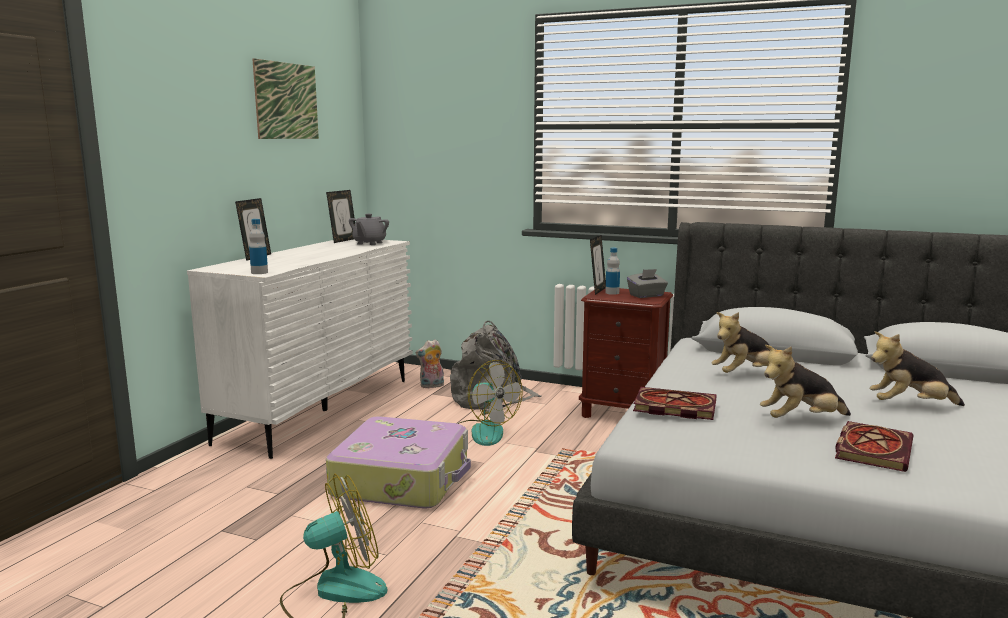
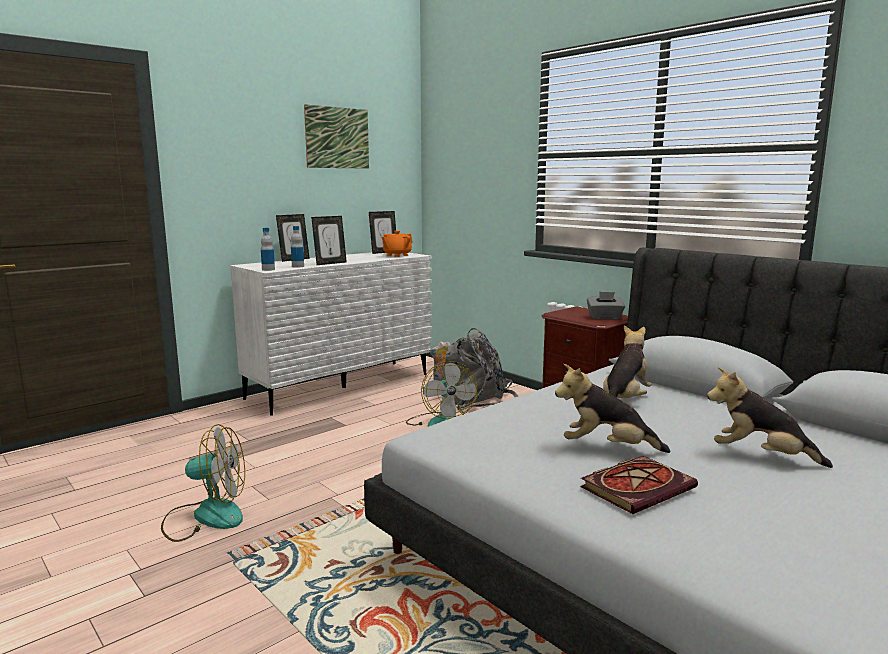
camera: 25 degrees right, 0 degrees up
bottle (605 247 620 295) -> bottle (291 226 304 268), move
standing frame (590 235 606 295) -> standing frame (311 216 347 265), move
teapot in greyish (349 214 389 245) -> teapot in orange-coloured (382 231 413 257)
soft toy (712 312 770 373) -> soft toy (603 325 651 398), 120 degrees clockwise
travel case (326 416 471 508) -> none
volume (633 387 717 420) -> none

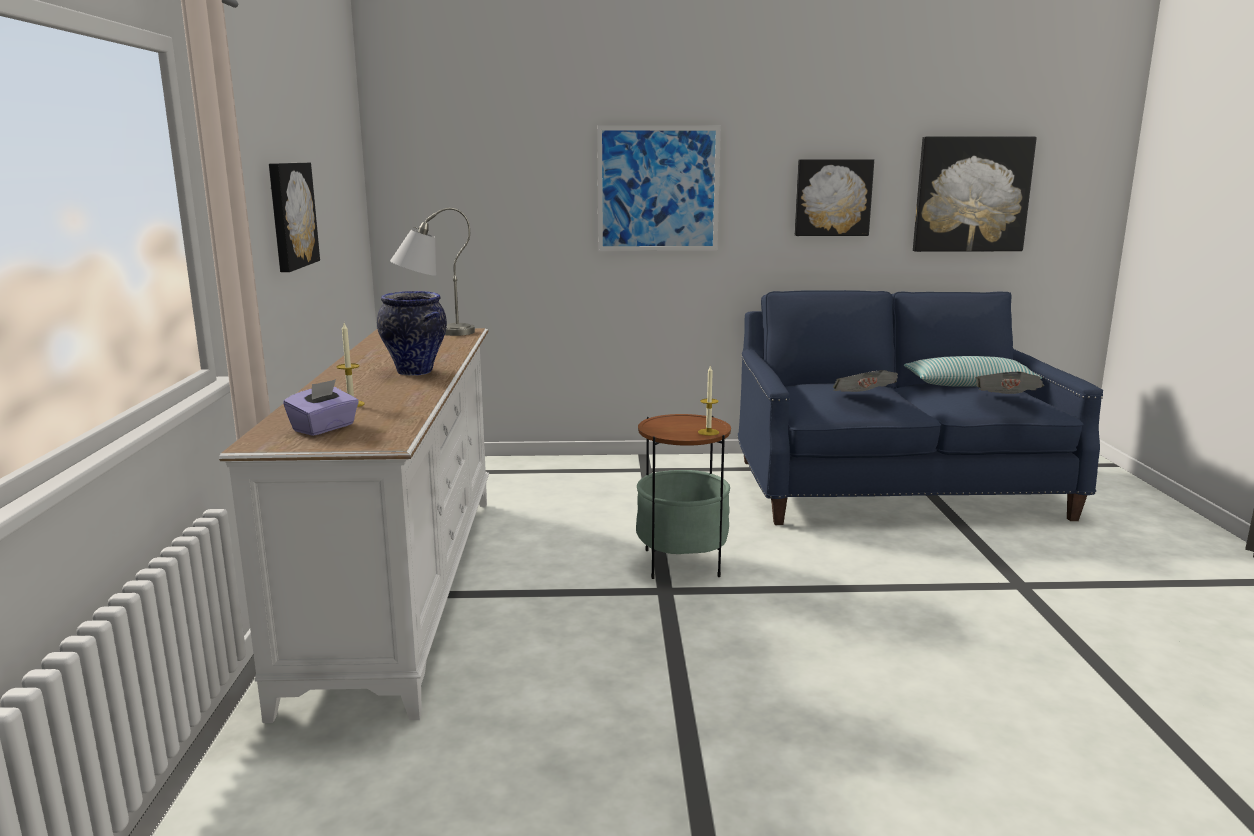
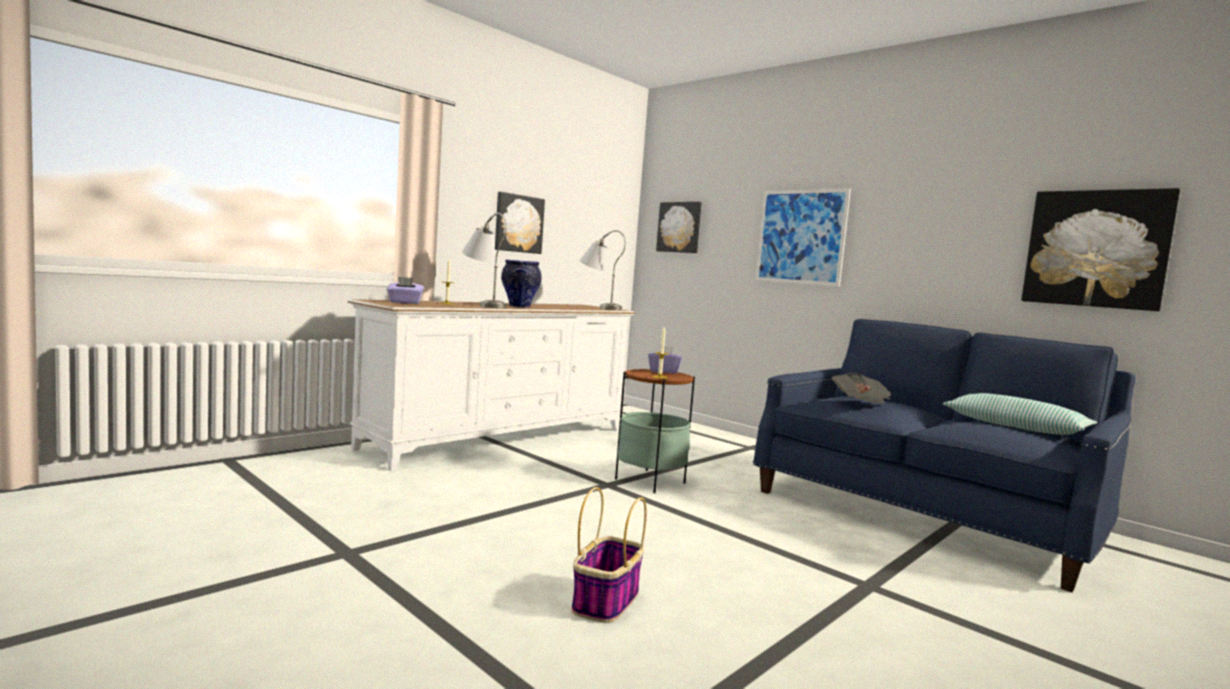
camera: 45 degrees right, 10 degrees down
none -> tabletop lamp in greyish (462 213 507 308)
none -> storage basket (571 487 647 623)
none -> box of tissues in purplish (648 345 682 374)
wall picture (795 159 874 236) -> wall picture (656 202 702 253), move
newspaper (975 372 1044 394) -> none

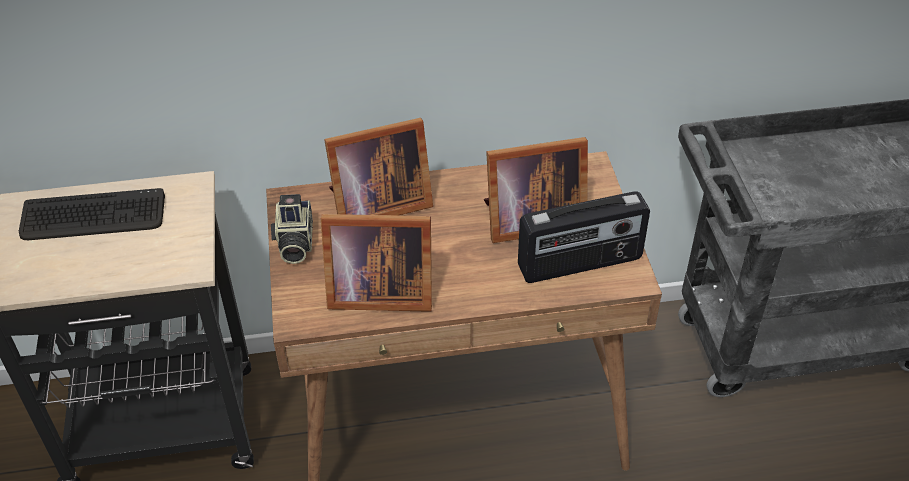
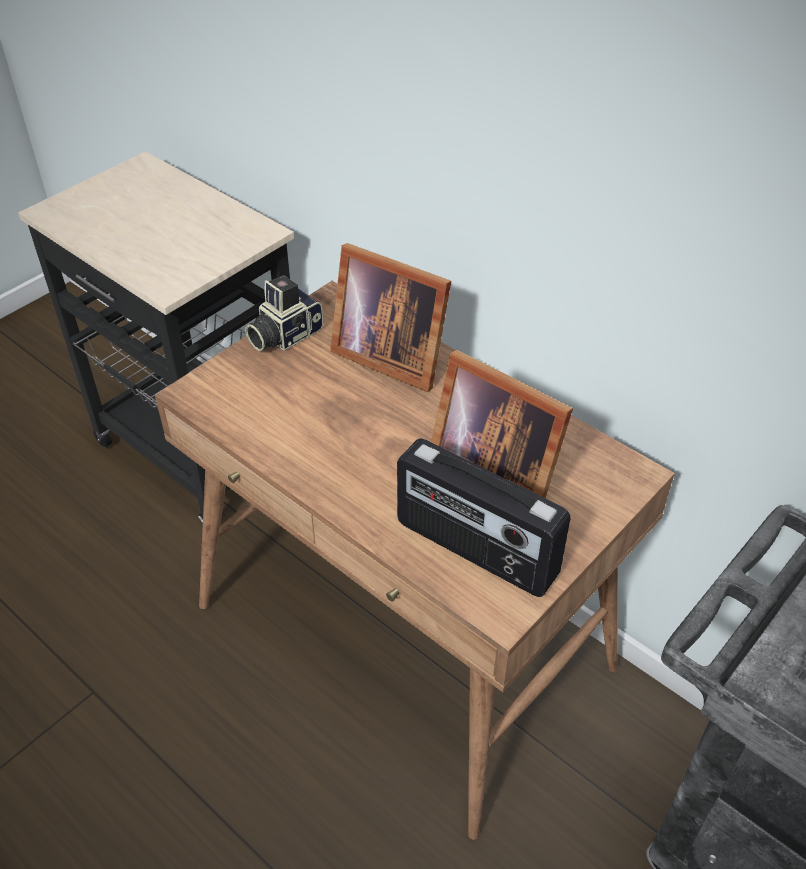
camera: 50 degrees right, 0 degrees up
computer keyboard (19 188 165 240) -> none
standing frame (321 214 432 312) -> none

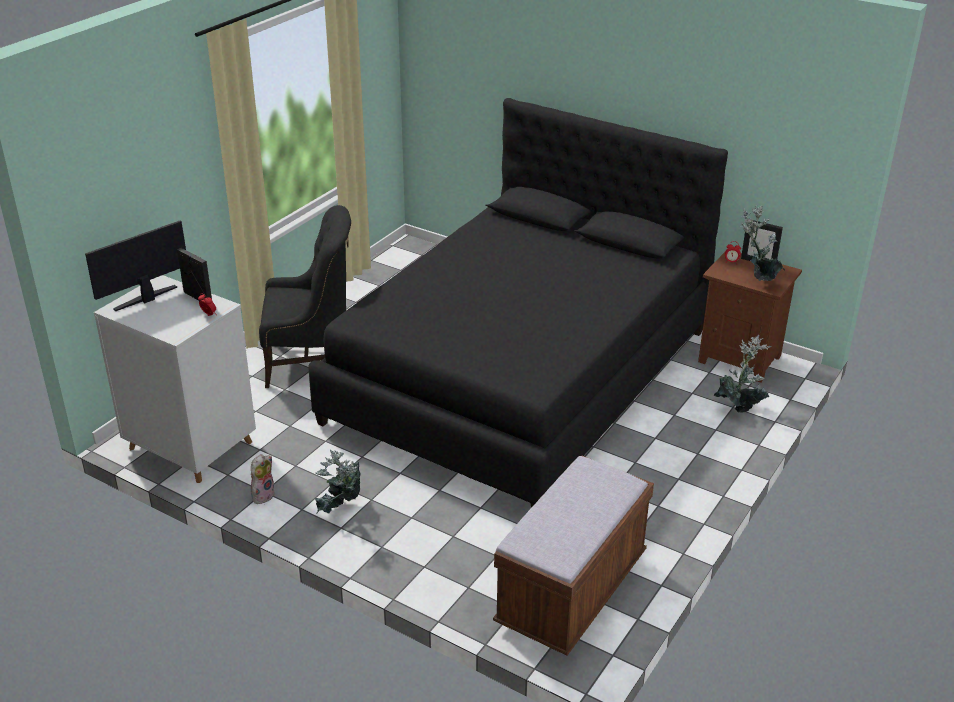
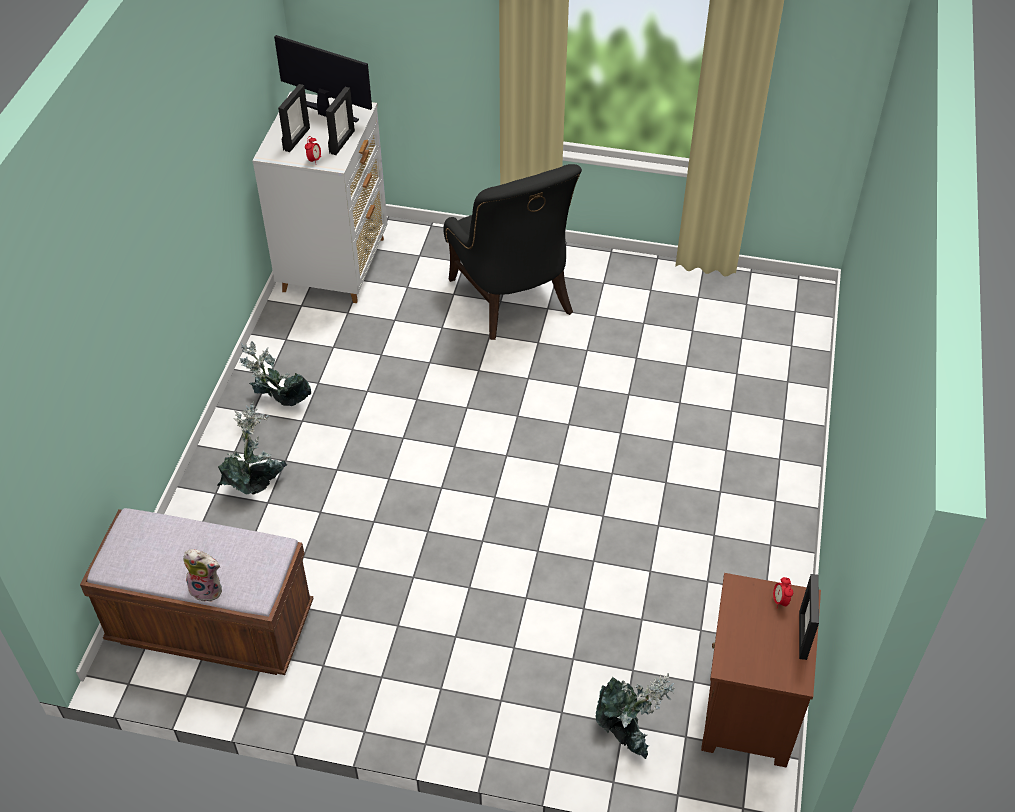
camera: 70 degrees right, 15 degrees up
soft toy (251 454 275 504) -> soft toy (183 549 222 602), move
potted plant (741 205 785 281) -> potted plant (217 401 287 495), move
none -> standing frame (278 84 310 152)
bed in blackish (308 98 728 508) -> none

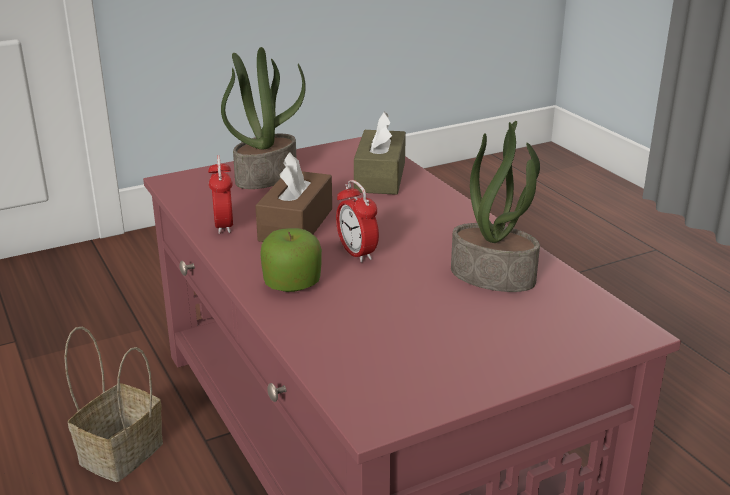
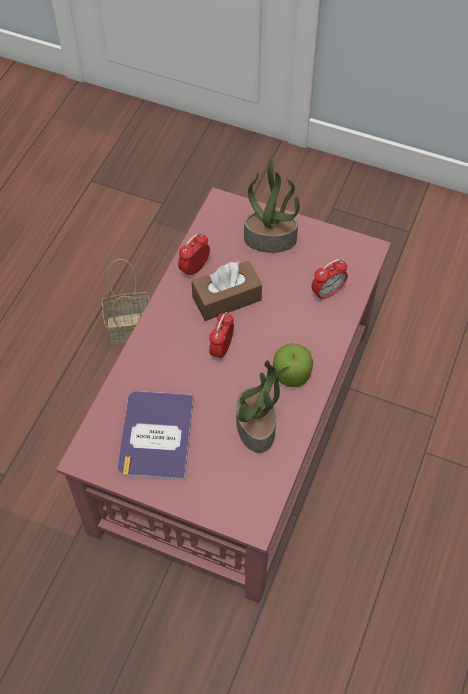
camera: 50 degrees right, 30 degrees up
none -> volume (118 391 194 481)
apple fruit (260 228 322 292) -> apple fruit (273 343 313 387), move
box of tissues in brown-coloured (354 112 406 195) -> alarm clock (312 259 348 301)

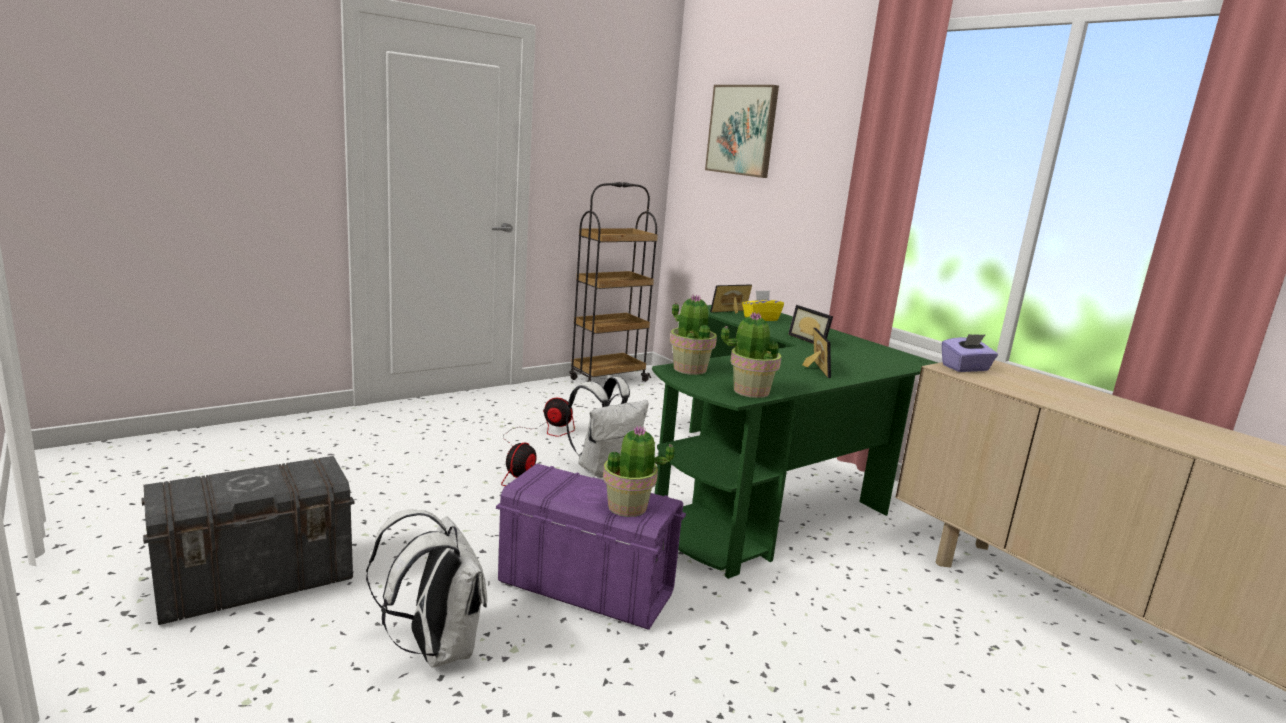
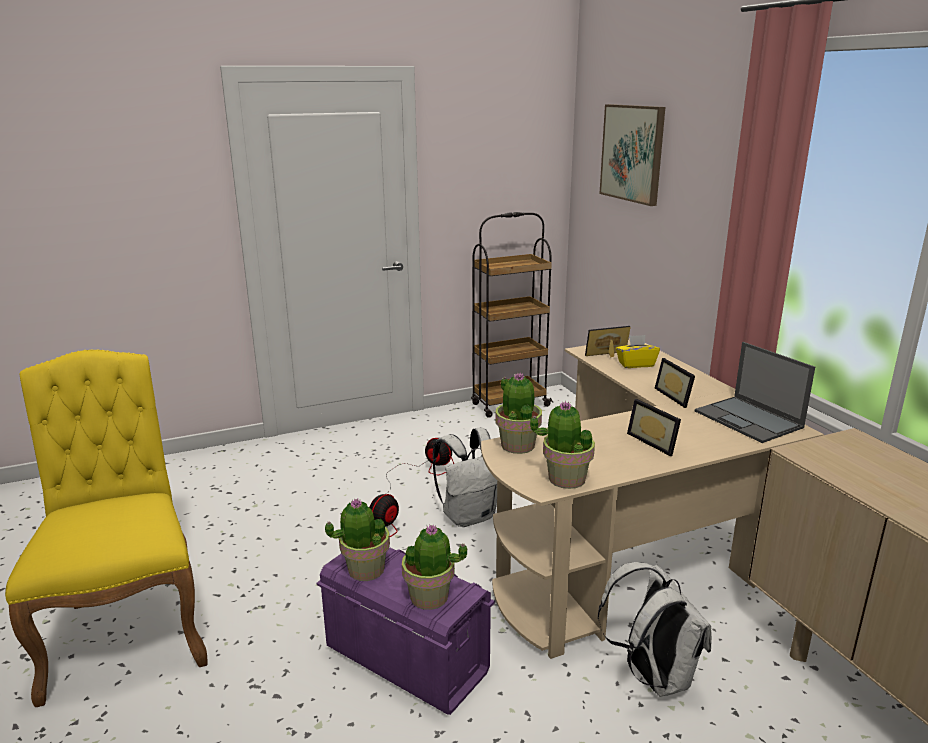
camera: 15 degrees right, 5 degrees up
storage container in greyish (141 456 355 625) -> chair in yellow-coloured (5 349 208 707)
none -> potted plant (325 498 390 581)
desk in green-coloured (652 305 938 579) -> desk in beige (481 338 824 659)
knapsack in whitish (366 509 487 668) -> knapsack in whitish (598 562 712 697), move
standing frame (803 328 831 378) -> standing frame (627 399 681 456), 135 degrees clockwise
none -> notebook computer (695 342 815 443)
box of tissues in purplish (942 334 998 372) -> none

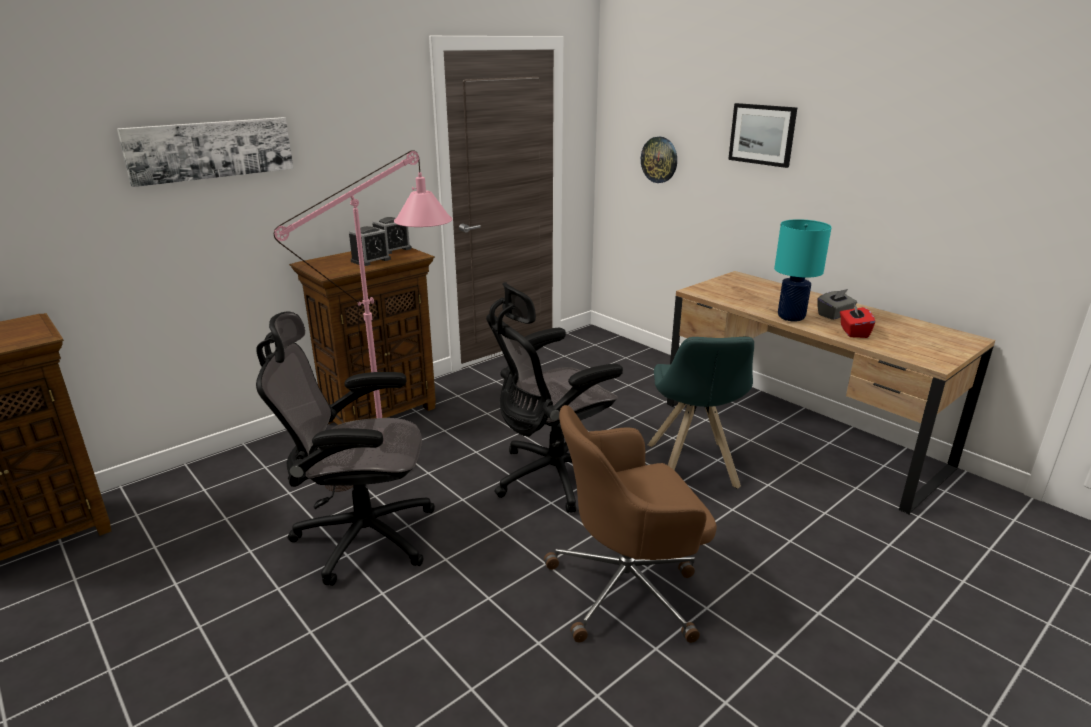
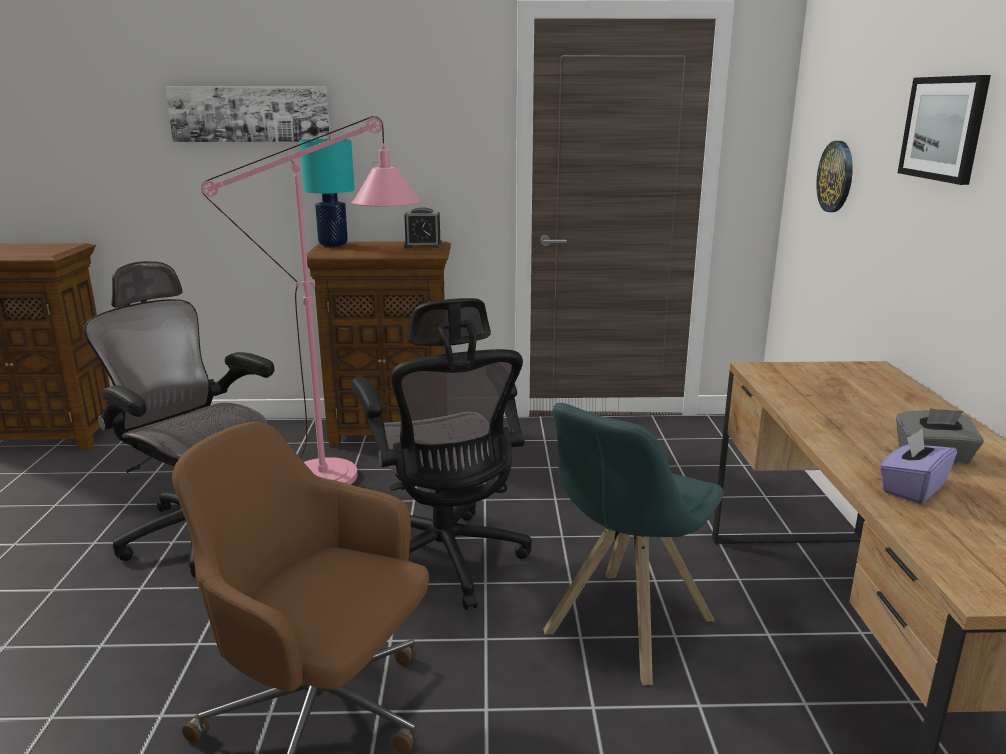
camera: 40 degrees right, 5 degrees down
tabletop lamp in turquoise (774 219 832 322) -> tabletop lamp in turquoise (300 138 354 247), move
office chair (486 282 623 513) -> office chair (352 298 532 610), 120 degrees counterclockwise
box of tissues in reddish (840 303 875 338) -> box of tissues in purplish (879 429 957 504)
alarm clock (349 226 391 266) -> none

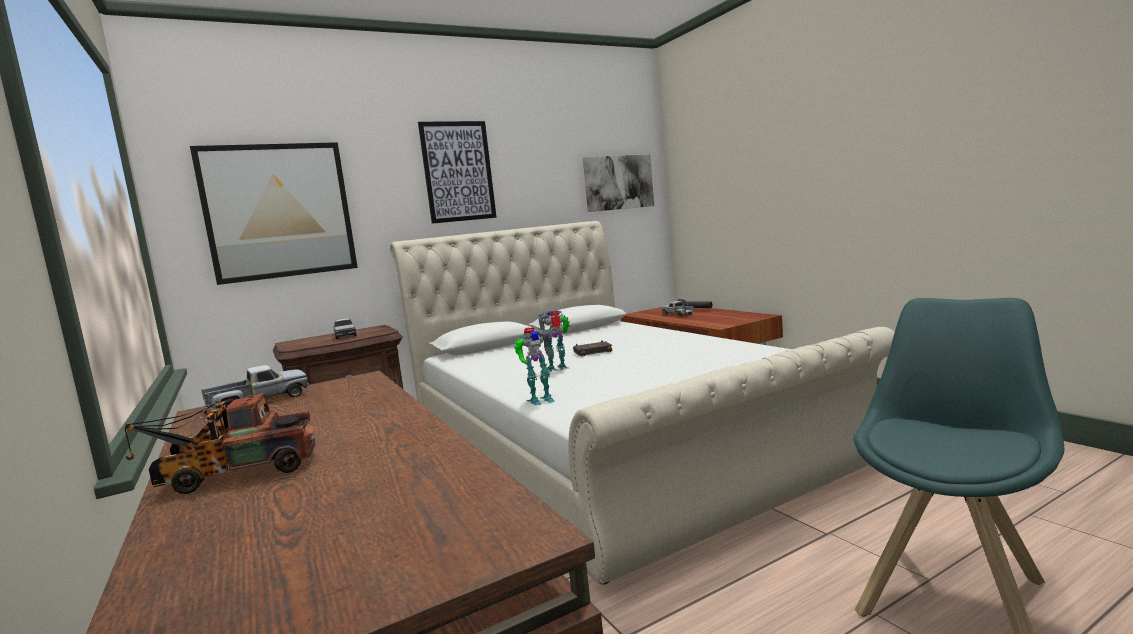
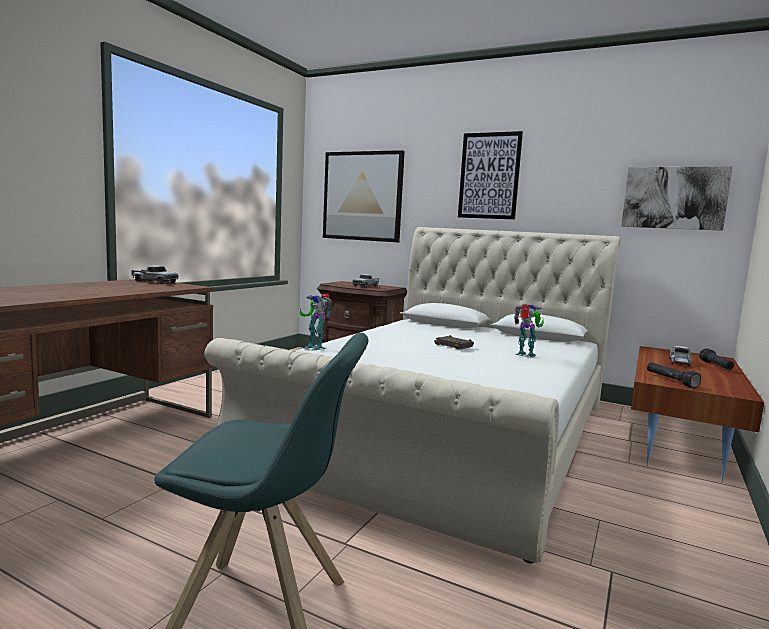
camera: 55 degrees right, 0 degrees up
robot figure (538 310 570 372) -> robot figure (514 304 544 358), move
none -> torch in blackish (647 362 701 388)
model truck (125 393 315 494) -> none

